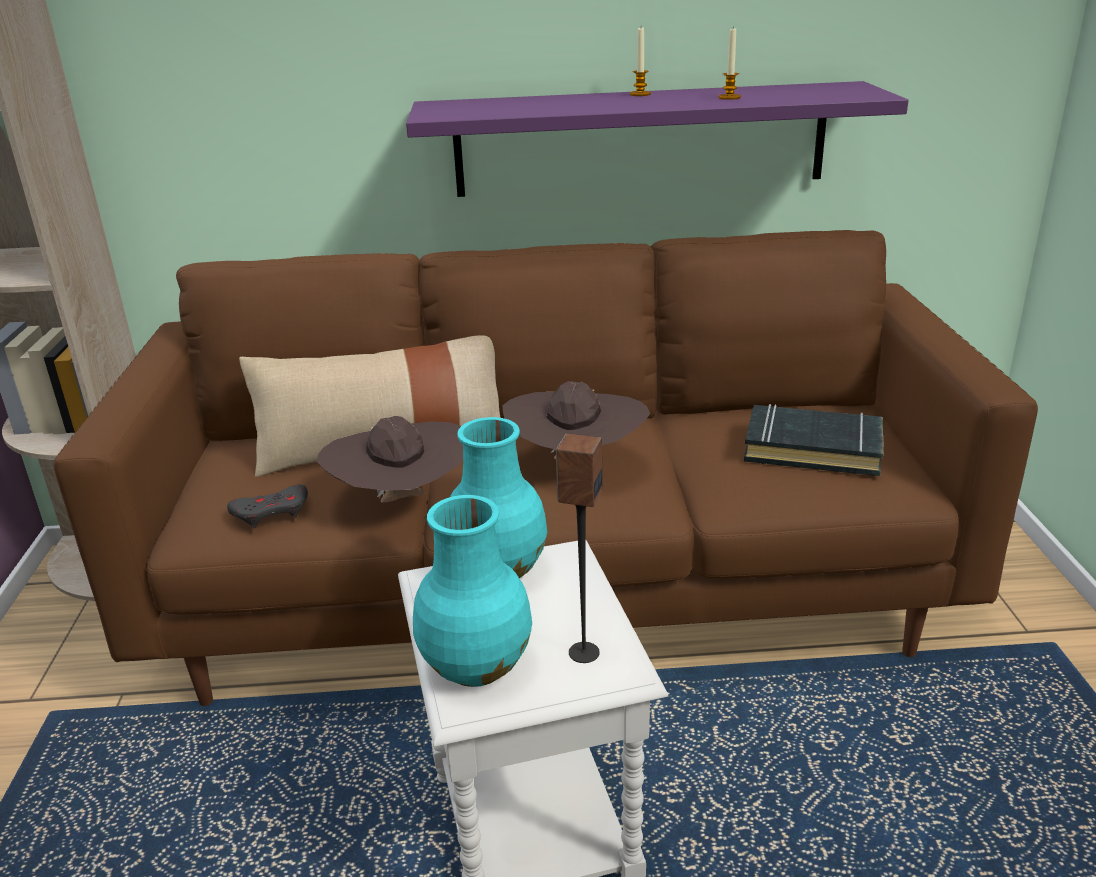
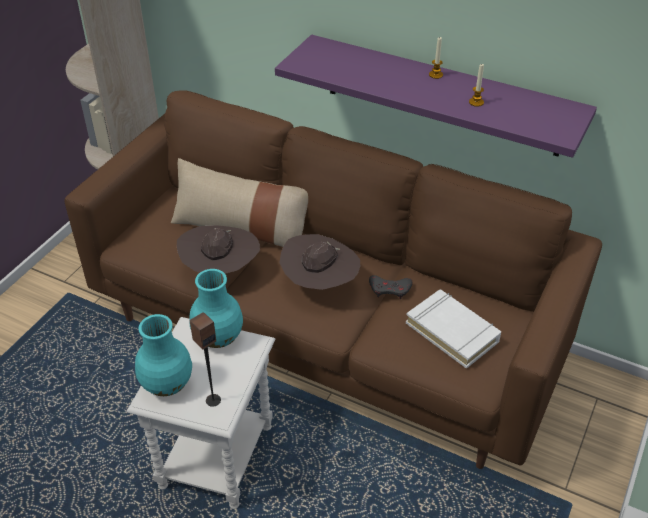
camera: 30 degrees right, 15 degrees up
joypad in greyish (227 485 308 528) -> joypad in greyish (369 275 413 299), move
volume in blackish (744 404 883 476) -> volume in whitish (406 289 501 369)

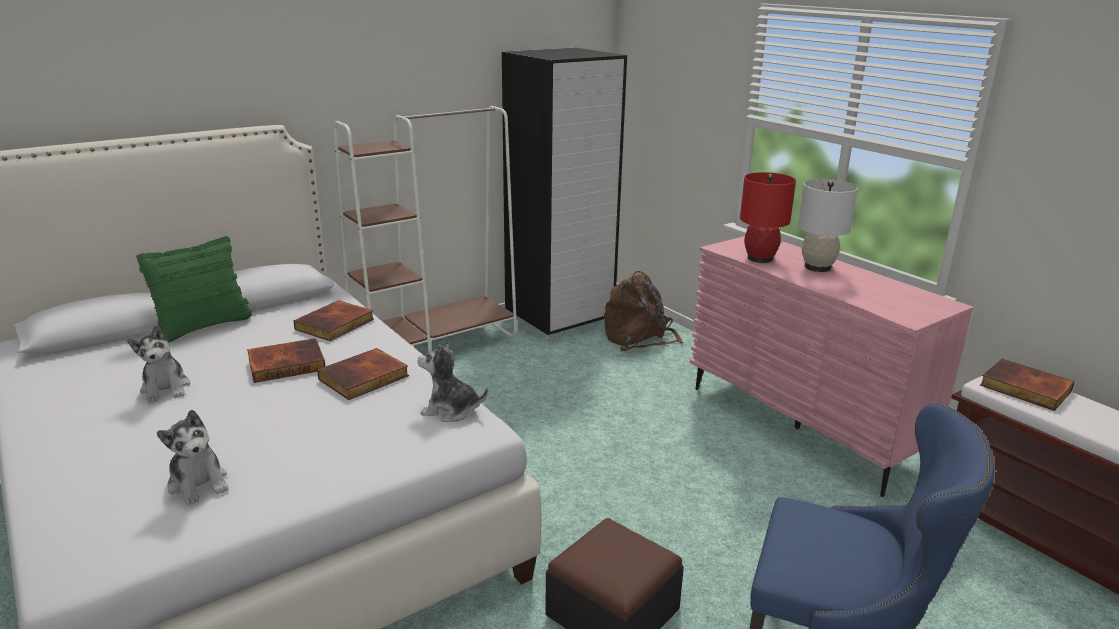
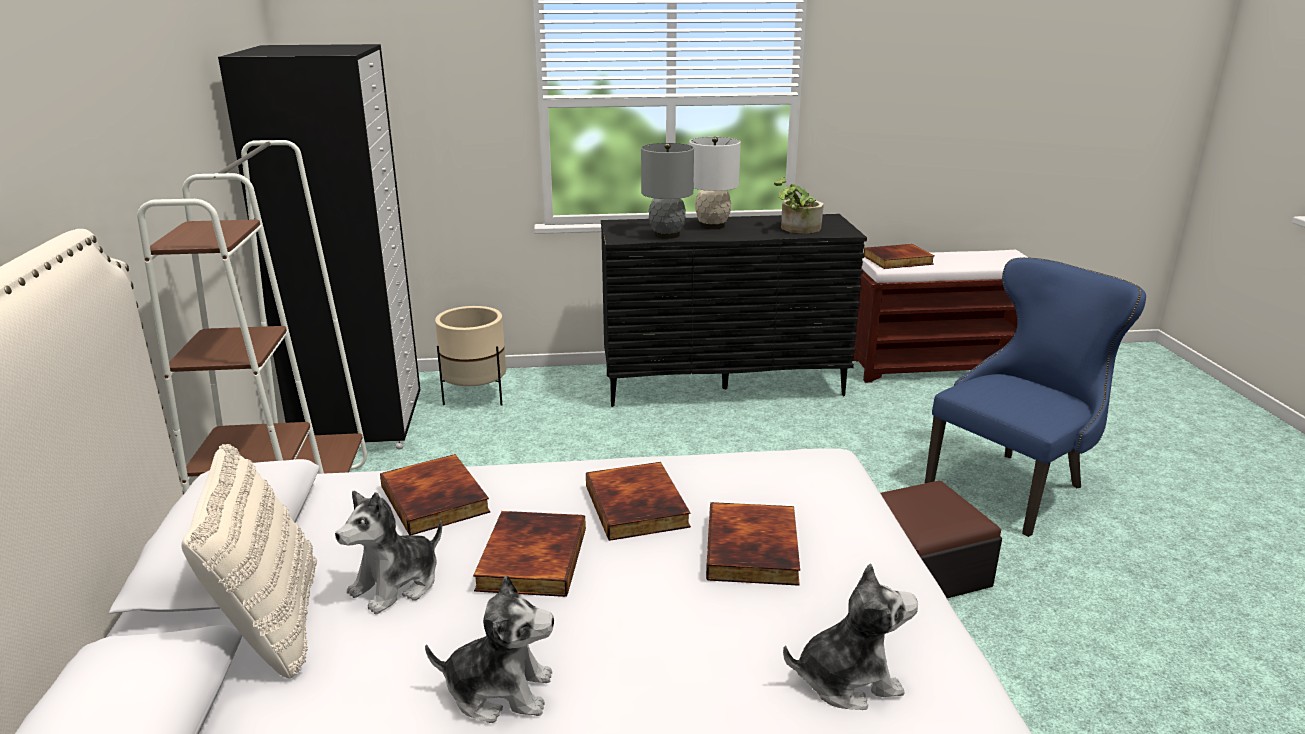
camera: 60 degrees left, 0 degrees up
cushion in green-coloured (136 236 252 342) -> cushion in beige (181 444 317 679)
soft toy (417 342 488 422) -> soft toy (335 491 442 614), move
knapsack in brown-coloured (604 271 684 351) -> flower pot in beige (435 306 506 406)
chest of drawers in pink (690 236 974 497) -> chest of drawers in blackish (601 214 867 407)
tabletop lamp in reddish (740 172 796 263) -> tabletop lamp in greyish (641 143 694 239)
none -> volume (706 502 800 586)
none -> potted plant (774 177 824 233)

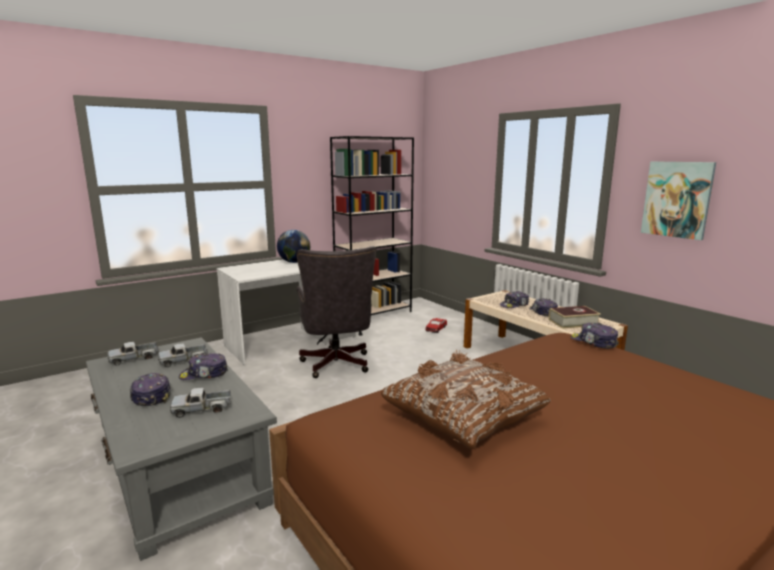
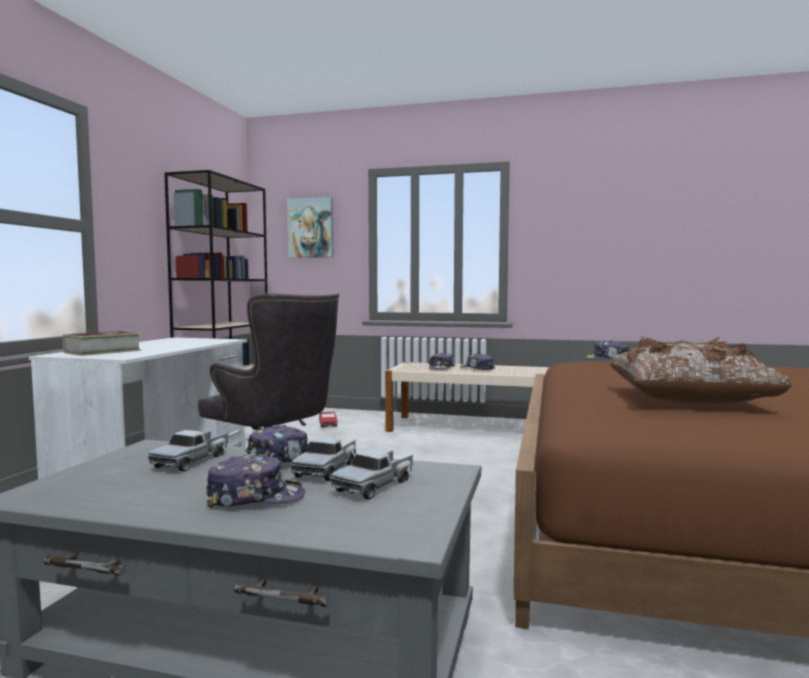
camera: 40 degrees left, 10 degrees down
volume (549 306 601 329) -> volume (63 331 141 356), move
peaked cap (130 373 171 406) -> peaked cap (206 454 305 508), 150 degrees clockwise
wall picture (641 161 716 240) -> wall picture (287 197 333 258), move
model truck (108 342 158 366) -> model truck (290 437 356 481), move
desk globe (277 230 310 263) -> none

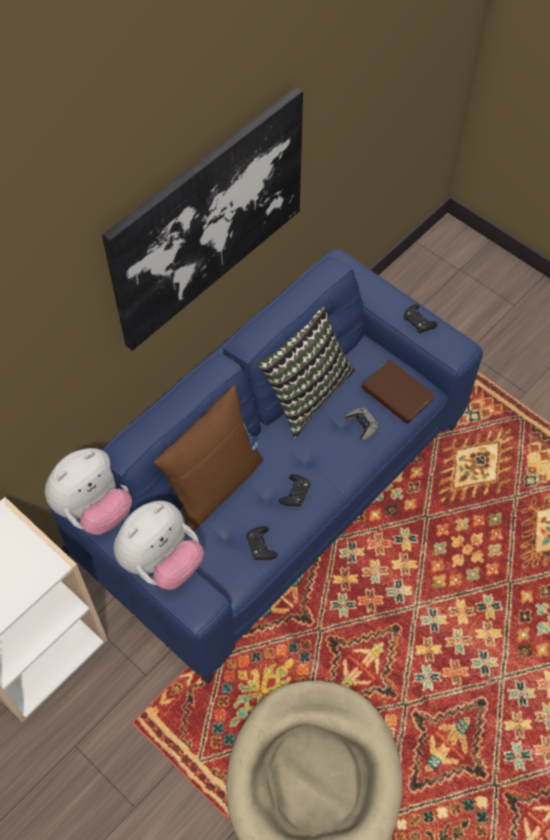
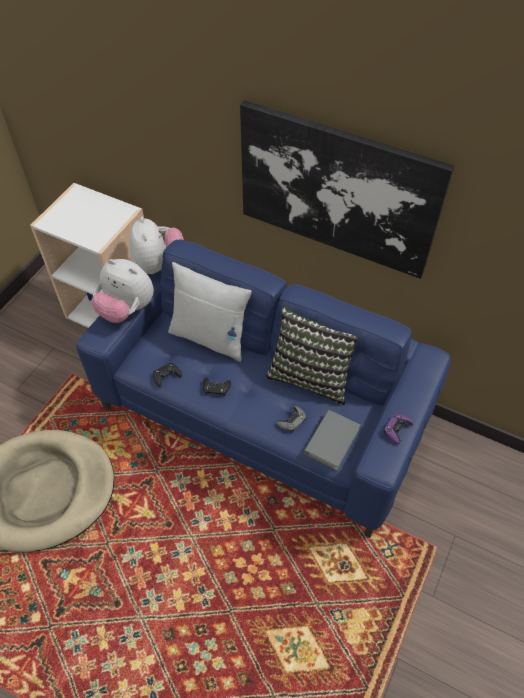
camera: 75 degrees right, 5 degrees down
soft toy (45 448 132 535) -> soft toy (129 216 184 274), 135 degrees counterclockwise
cushion in brown-coloured (154 385 263 530) -> cushion in greyish (168 262 251 362)
volume in brown-coloured (362 359 435 424) -> volume in greyish (304 410 360 470)
joypad in blackish (404 304 437 334) -> joypad in purplish (384 414 413 444)

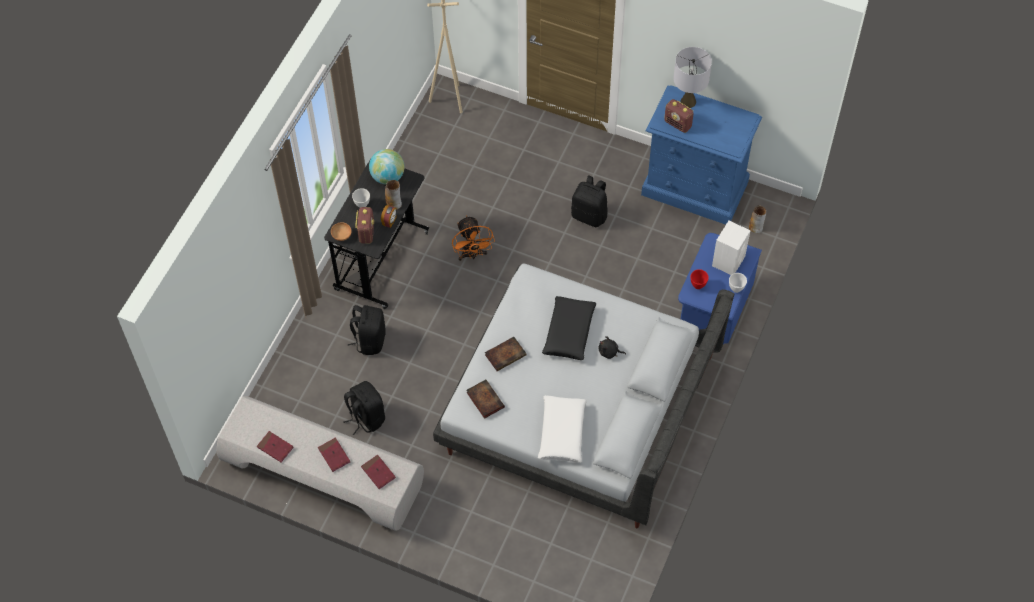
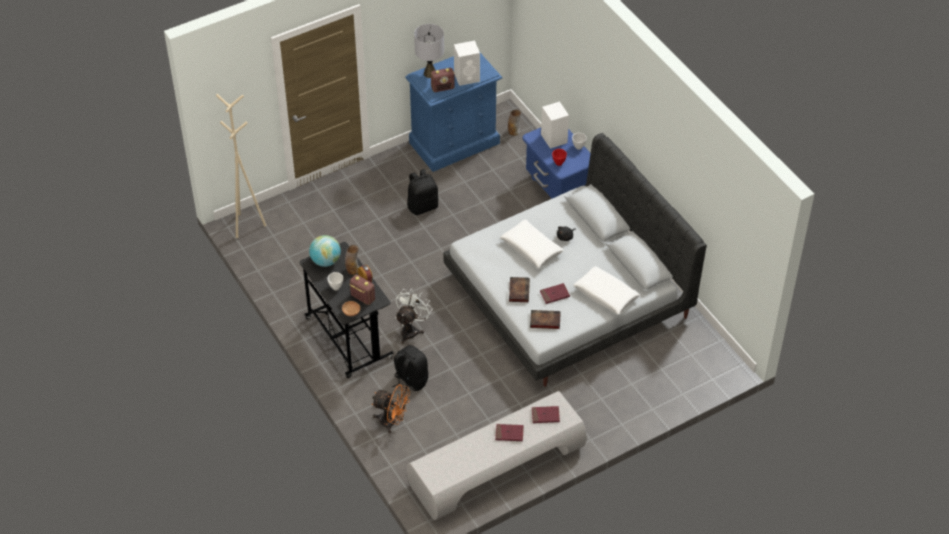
camera: 55 degrees left, 10 degrees down
fan in orange-coloured (452 215 495 261) -> fan in orange-coloured (372 384 411 433), move
none -> fan in whitish (395 288 433 344)
none -> loudspeaker in whitish (454 41 480 86)
cushion in blackish (542 296 596 360) -> cushion in whitish (500 220 564 269)
volume in reddish (257 431 294 462) -> volume in reddish (540 283 570 304), move
knapsack in blackish (343 381 385 435) -> none

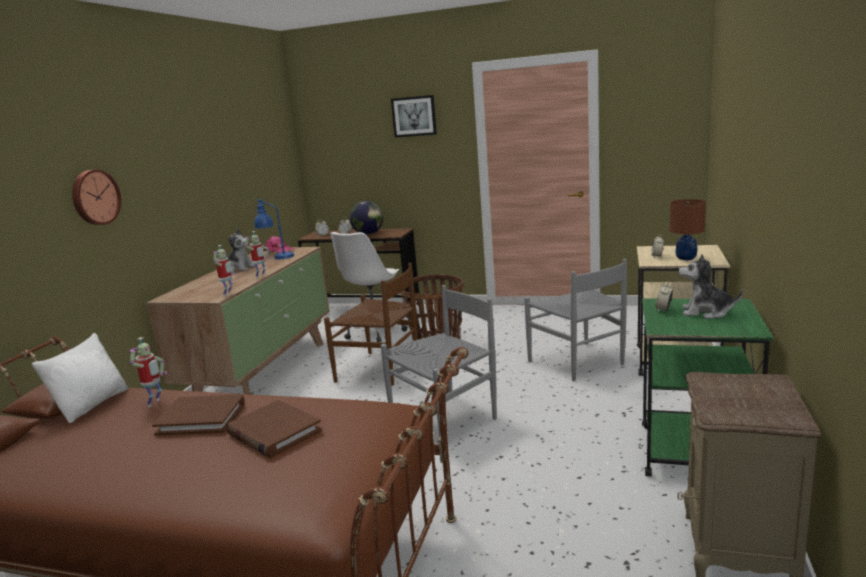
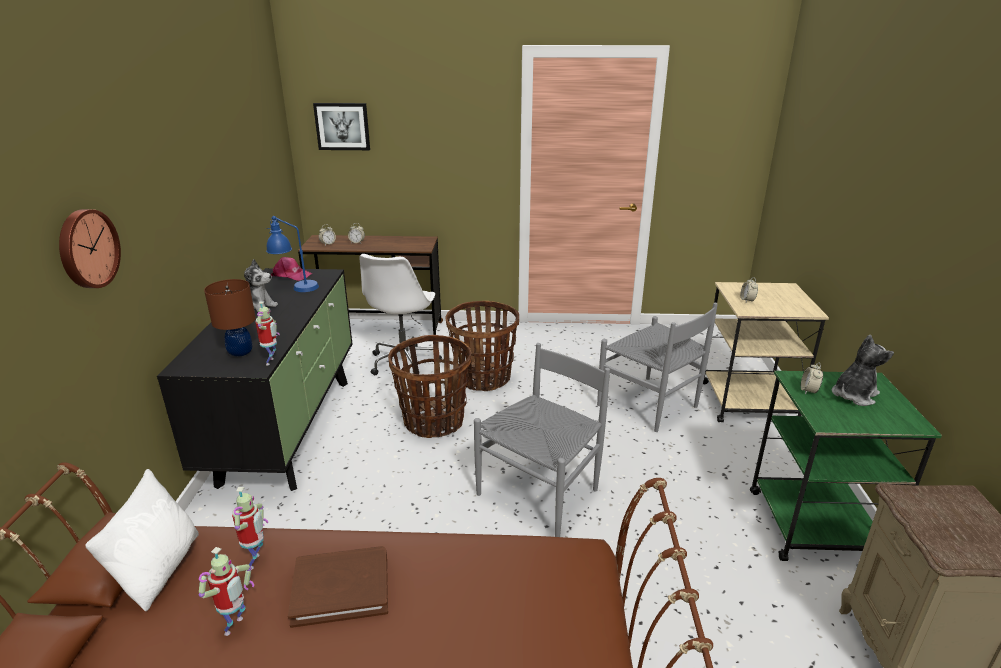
camera: 15 degrees left, 10 degrees up
chest of drawers in green-coloured (146 247 330 394) -> chest of drawers in blackish (157 268 353 491)
robot figure (245 231 270 278) -> robot figure (199 547 254 636), move
tabletop lamp in brown-coloured (670 199 706 260) -> tabletop lamp in brown-coloured (204 279 256 357), move
wall picture (391 95 437 138) -> wall picture (313 103 370 150), move
chair in brown-coloured (324 263 418 386) -> storage basket (388 335 472 438)
soft toy (679 254 743 319) -> soft toy (832 335 894 406), 135 degrees clockwise
volume in brown-coloured (227 400 322 458) -> none
desk globe (350 201 383 235) -> none

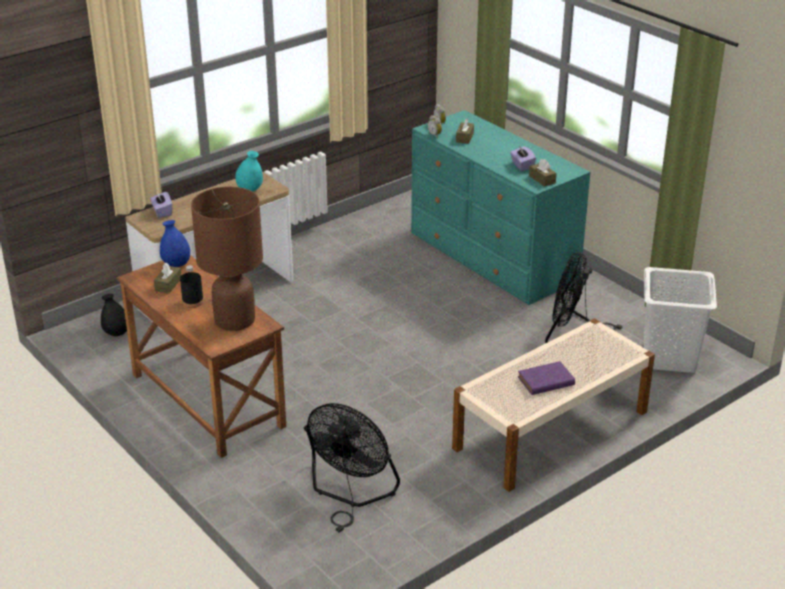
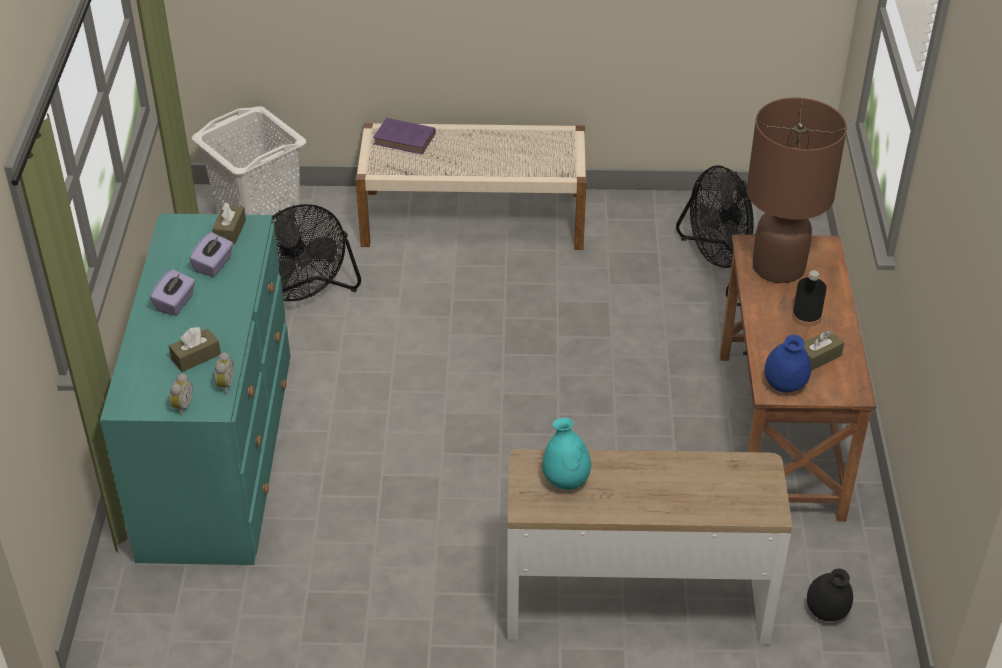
camera: 140 degrees left, 10 degrees up
box of tissues in purplish (150 192 172 218) -> box of tissues in purplish (150 269 195 316), move
volume in purplish (518 361 575 395) -> volume in purplish (373 118 436 155), move

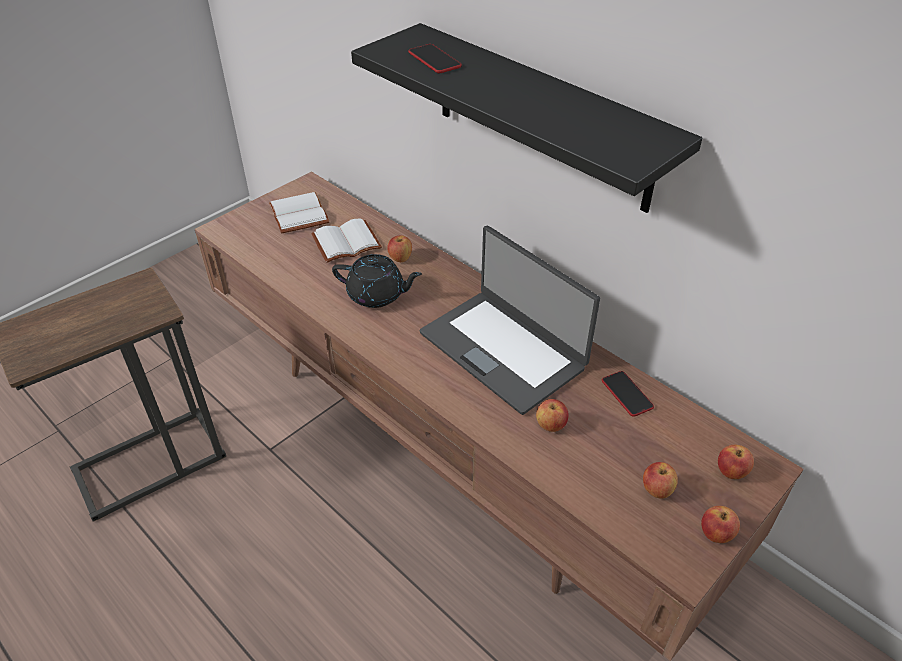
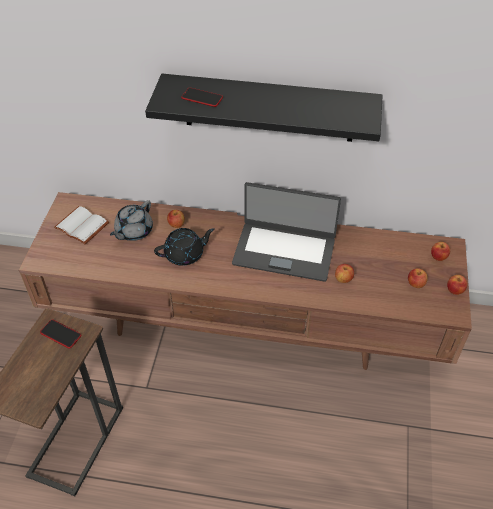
camera: 35 degrees left, 5 degrees up
telephone (602 371 654 417) -> telephone (40 319 82 348), move
volume in whitish (311 218 382 263) -> teapot in greyish (110 200 153 241)

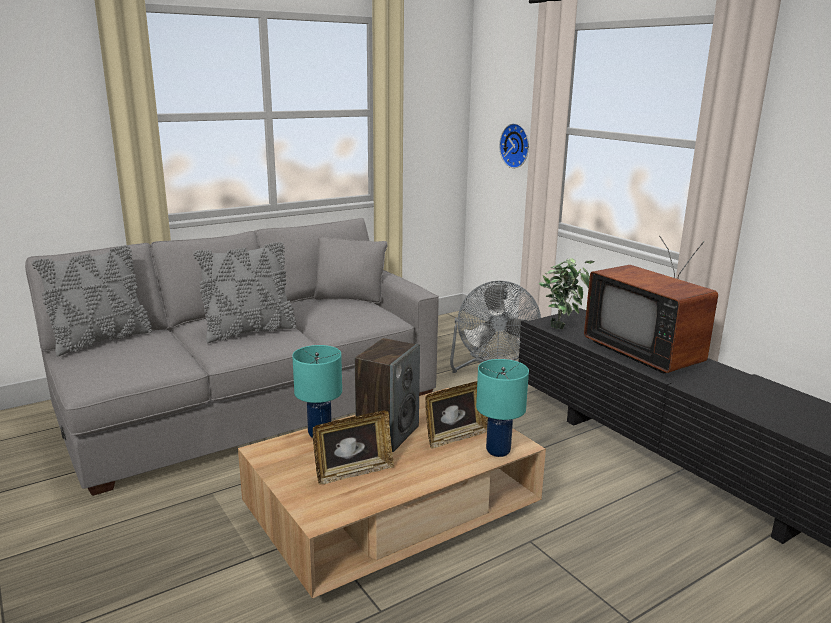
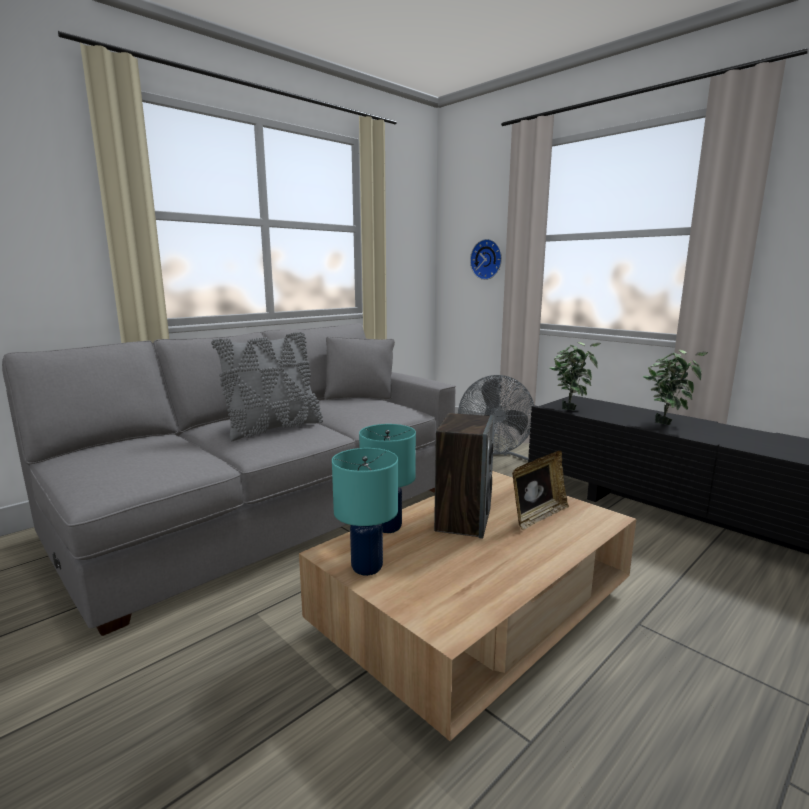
camera: 10 degrees left, 5 degrees down
tabletop lamp in turquoise (476 359 529 457) -> tabletop lamp in turquoise (332 448 398 576), move
TV set (584 235 718 373) -> potted plant (642 350 708 425)
cushion in greyish (31 245 152 357) -> none
standing frame (313 410 394 485) -> none

